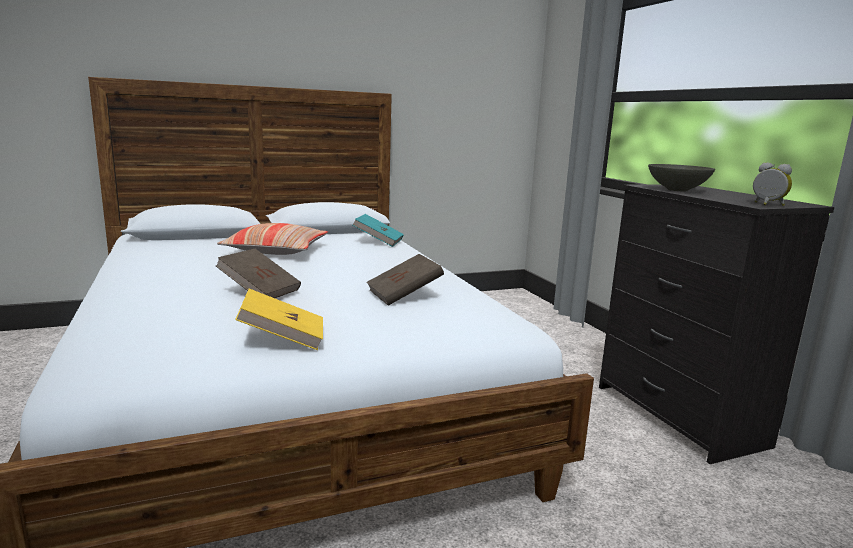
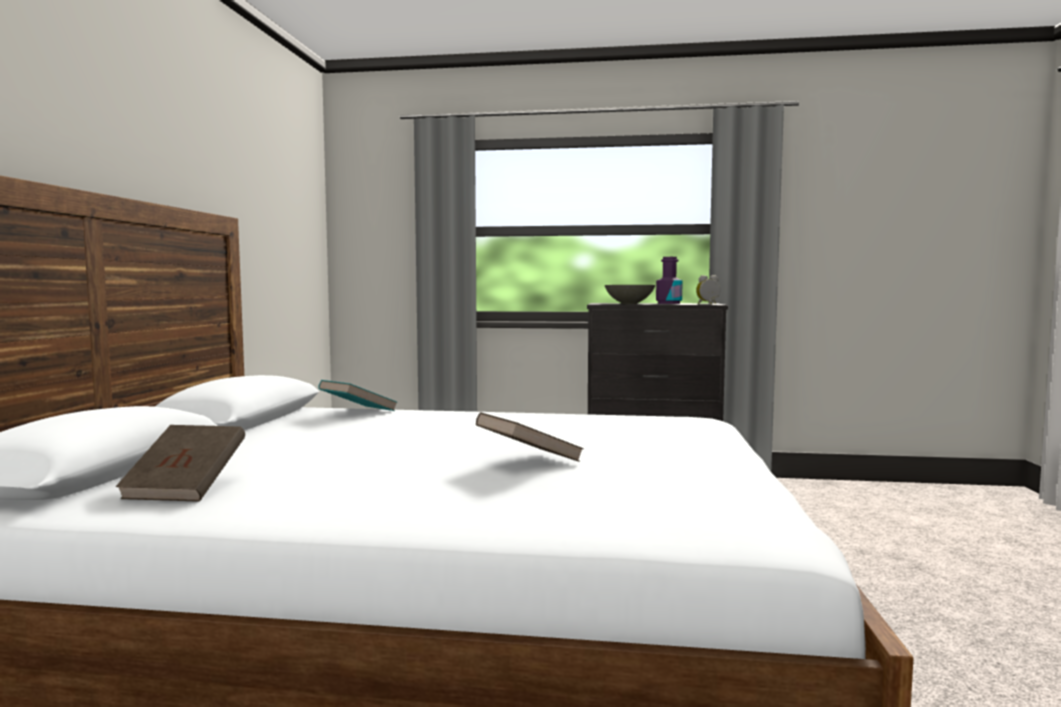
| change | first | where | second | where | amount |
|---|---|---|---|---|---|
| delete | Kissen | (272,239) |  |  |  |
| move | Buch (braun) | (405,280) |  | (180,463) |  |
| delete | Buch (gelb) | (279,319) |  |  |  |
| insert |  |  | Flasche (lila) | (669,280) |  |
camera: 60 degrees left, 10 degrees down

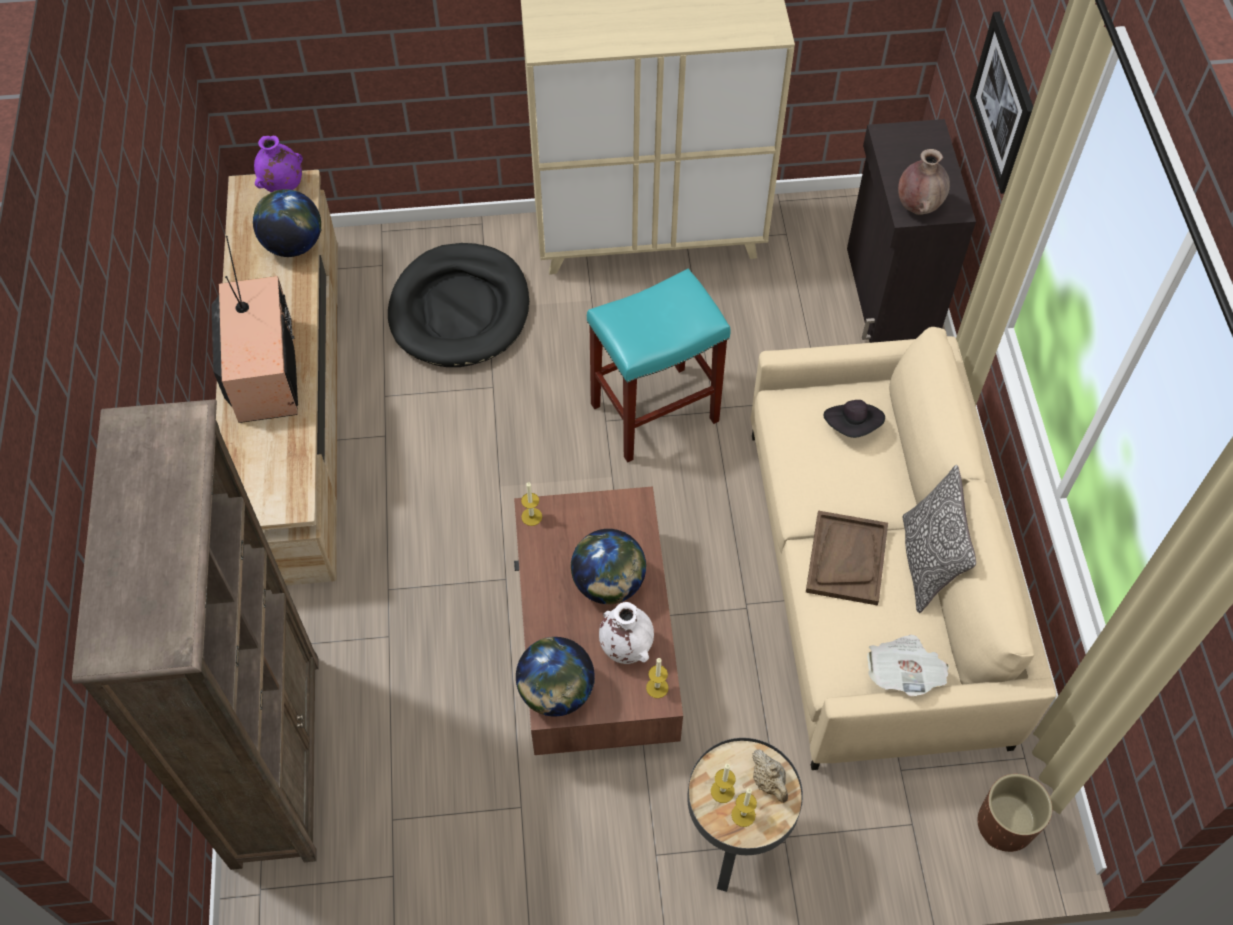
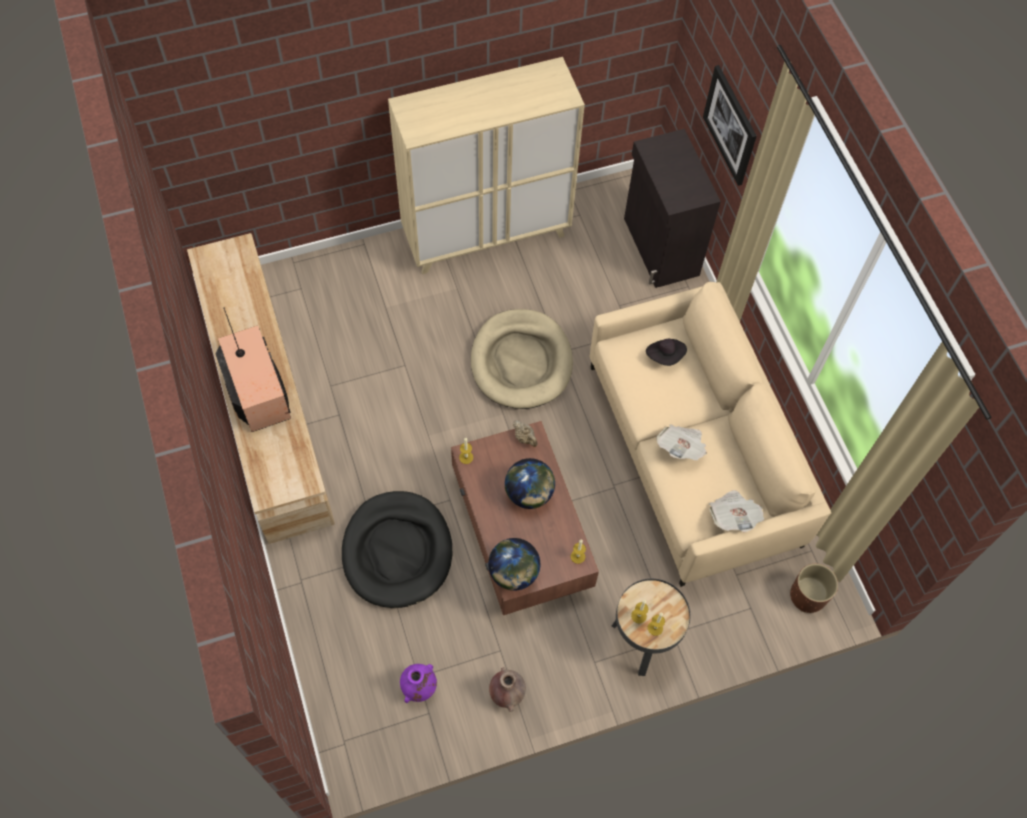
| change | first | where | second | where | amount |
|---|---|---|---|---|---|
| move | Vase (lila) | (278,164) |  | (418,683) |  |
| move | Vase (braun) | (924,182) |  | (507,689) |  |
| delete | Globus | (287,223) |  |  |  |
| move | Hundebett (schwarz) | (458,305) |  | (397,549) |  |
| replace | Hocker (türkis) | (659,365) | Hundebett (beige) | (522,359) |  |
| delete | Bücherregal (braun) | (195,635) |  |  |  |
| delete | Kissen | (939,539) |  |  |  |
| replace | Tablett (braun) | (847,558) | Zeitung | (681,442) |  |
| delete | Vase (weiß) | (626,633) |  |  |  |
| move | Teekanne (beige) | (770,776) |  | (525,433) |  |
camera: 15 degrees left, 5 degrees up

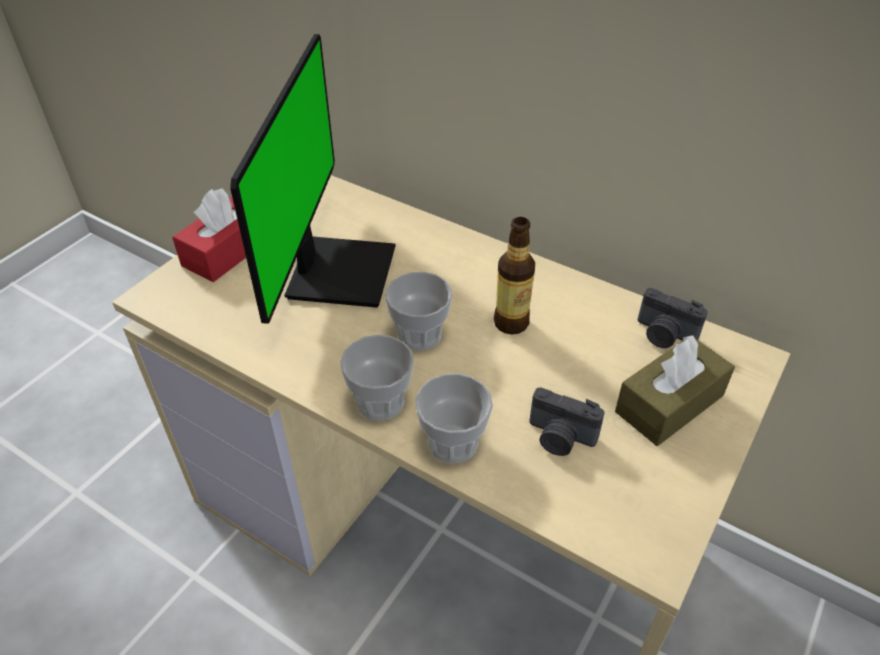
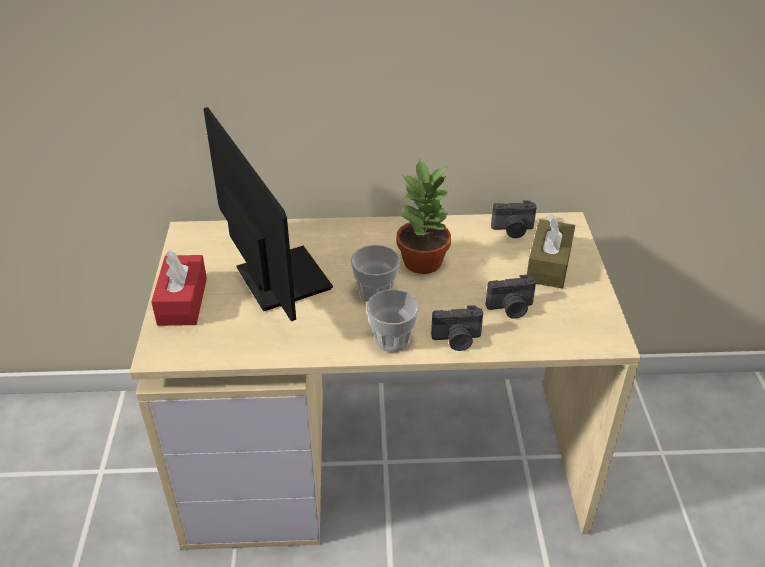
| change | first | where | second | where | amount |
|---|---|---|---|---|---|
| replace | Flasche | (514,276) | Topfpflanze | (423,216) |  |
| replace | Tasse | (454,418) | Kamera | (457,328) |  |
camera: 35 degrees left, 5 degrees down

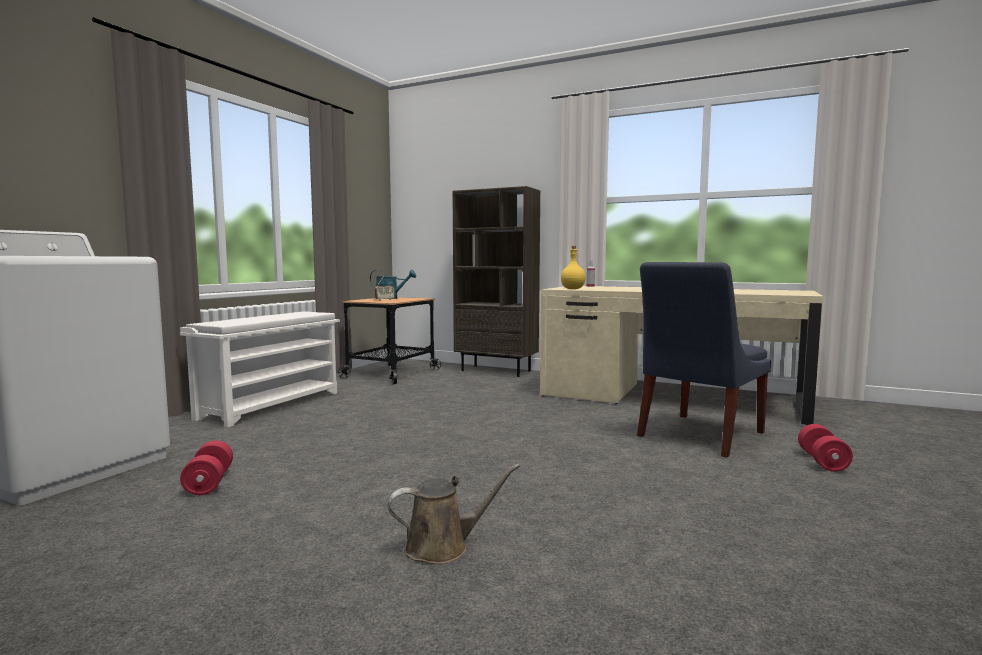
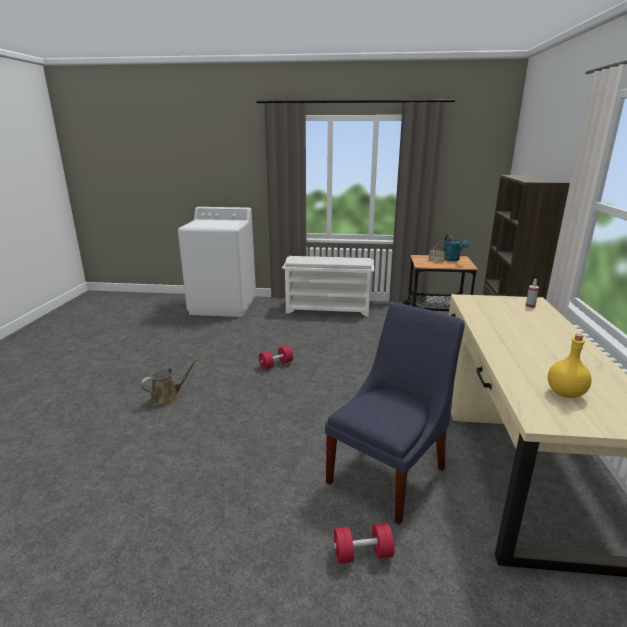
| change | first | where | second | where | amount |
|---|---|---|---|---|---|
| move | Flasche (gelb) | (573,267) |  | (570,366) |  |
| rotate | Stuhl (blau) | (704,360) |  | (395,414) | 105 degrees clockwise |
| move | Hantel (rot) | (206,468) |  | (276,357) |  |
| rotate | Gießkanne (braun) | (454,514) |  | (169,382) | 90 degrees counterclockwise |
camera: 70 degrees right, 15 degrees up

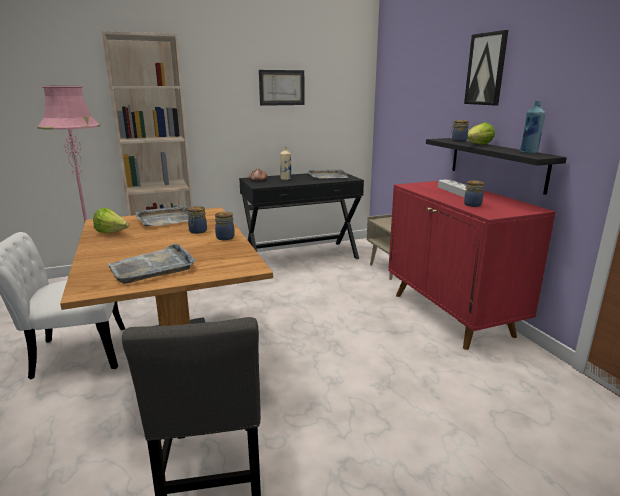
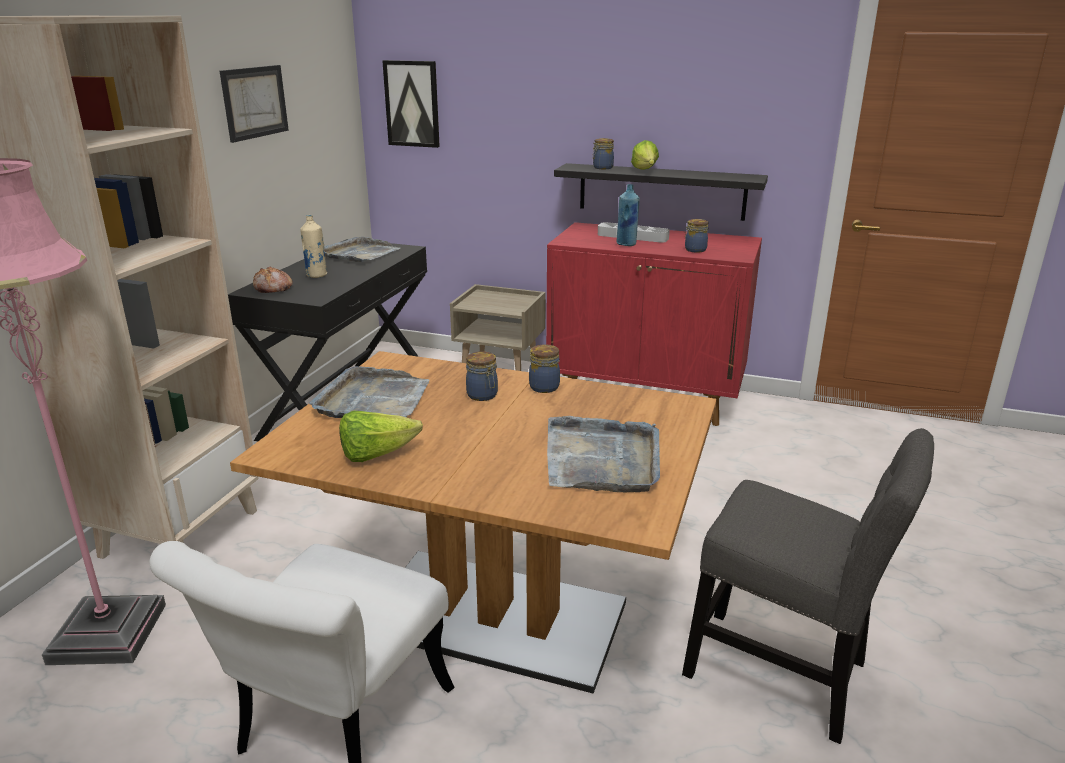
| change | first | where | second | where | amount |
|---|---|---|---|---|---|
| move | Bild | (486,68) |  | (411,104) |  |
| move | Flasche (blau) | (532,127) |  | (628,215) |  |
camera: 50 degrees left, 5 degrees up

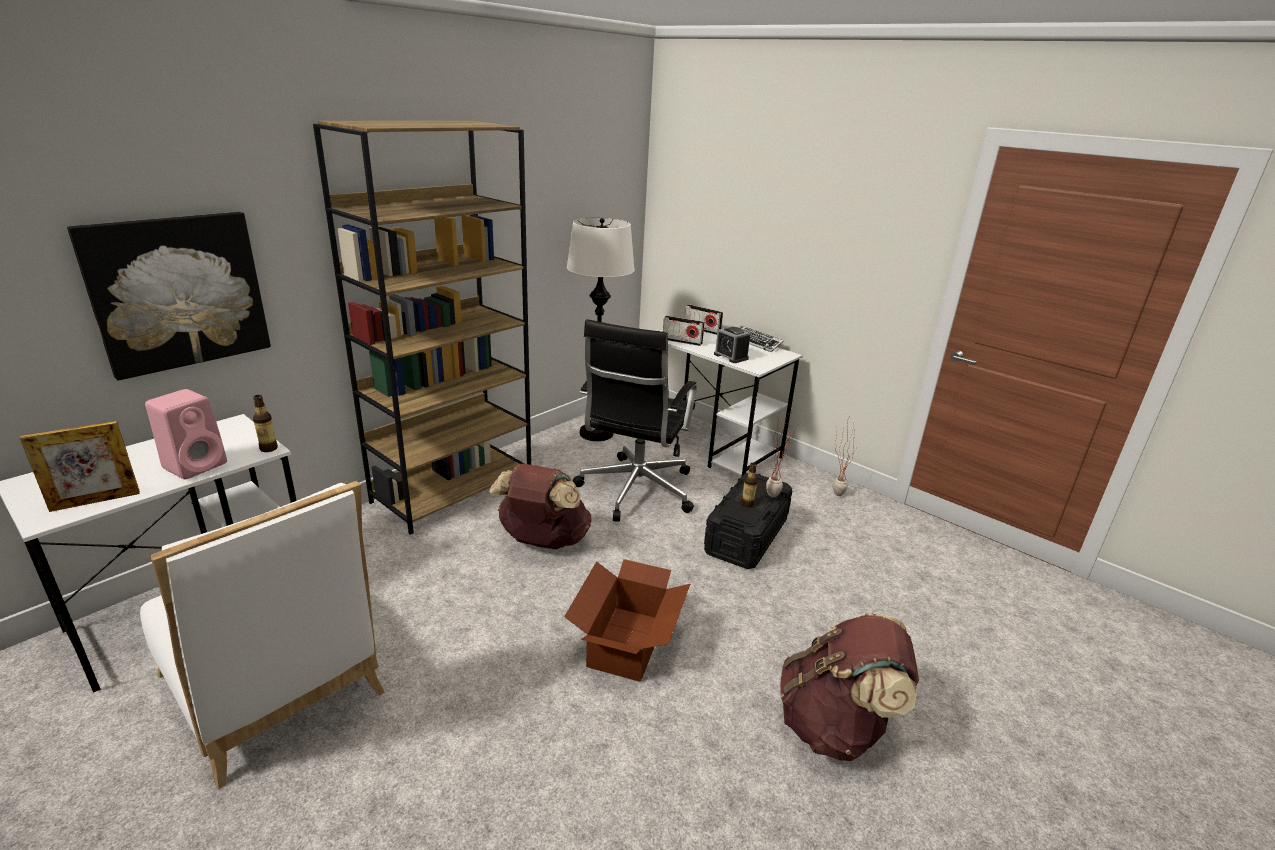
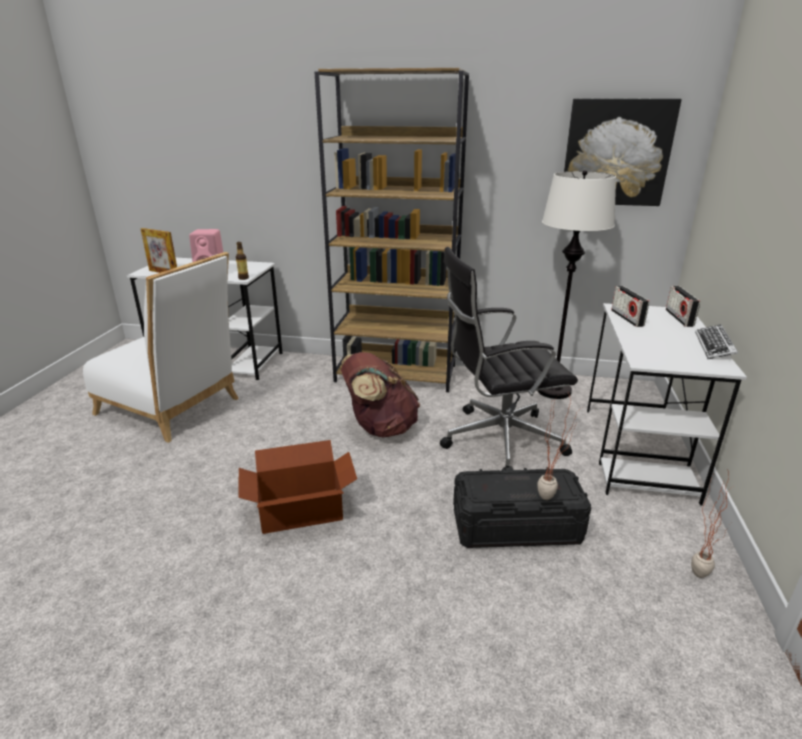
| change | first | where | second | where | amount |
|---|---|---|---|---|---|
| move | Bild | (169,296) |  | (623,152) |  |
| delete | Wecker | (732,344) |  |  |  |
| delete | Flasche | (749,485) |  |  |  |
| rotate | Stuhl (weiß) | (262,635) |  | (161,347) | 75 degrees counterclockwise |
| delete | Rucksack (braun) | (849,686) |  |  |  |
camera: 60 degrees right, 0 degrees up

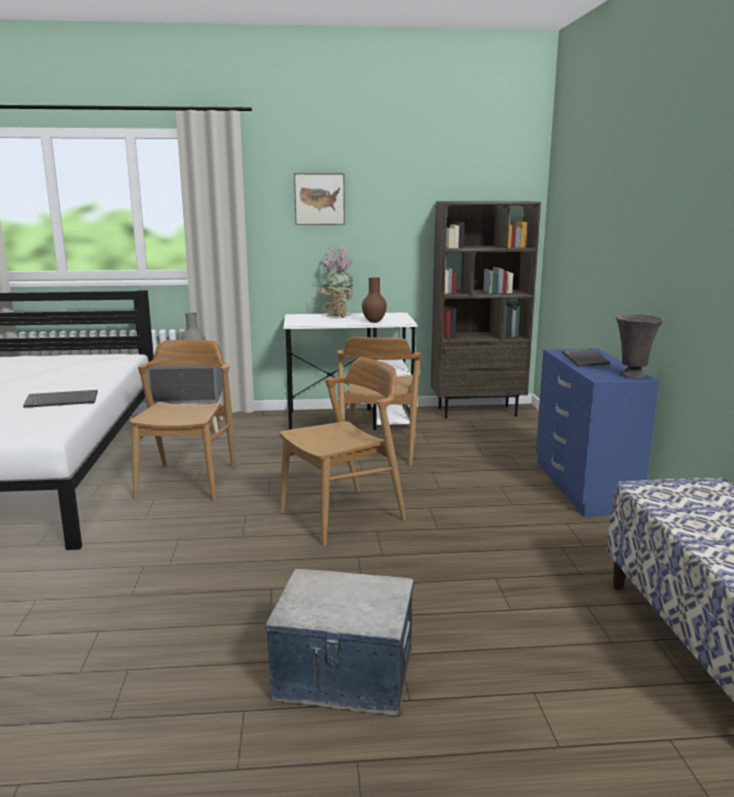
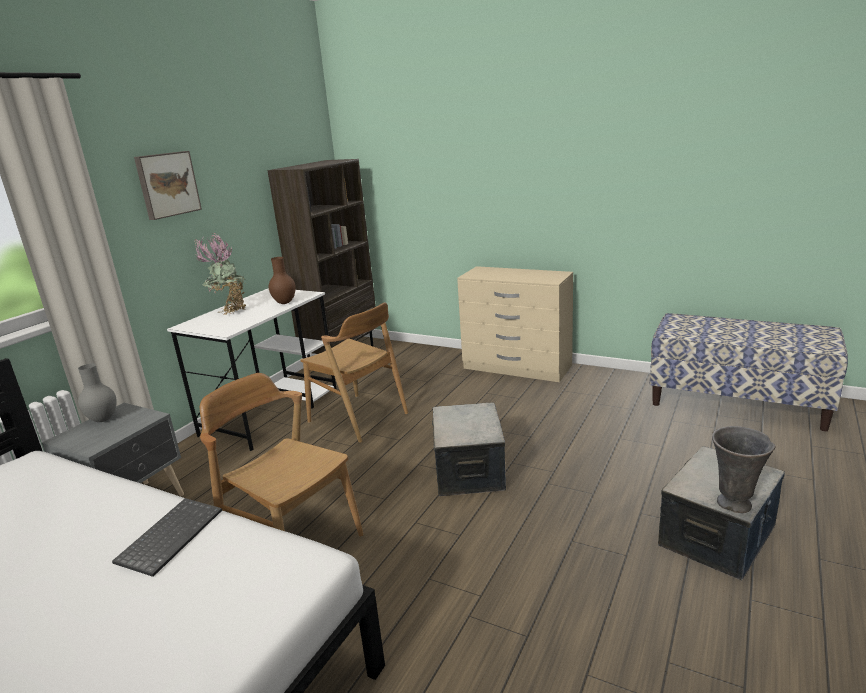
| change | first | where | second | where | amount |
|---|---|---|---|---|---|
| move | Vase (grau) | (639,346) |  | (744,469) |  |
| recolor | Kommode (blau) | (597,432) | Kommode (beige) | (515,324) |  |
| delete | Tastatur | (586,357) |  |  |  |
| replace | Stuhl (braun) | (343,451) | Aufbewahrungsbox | (469,449) |  |
camera: 55 degrees left, 5 degrees up

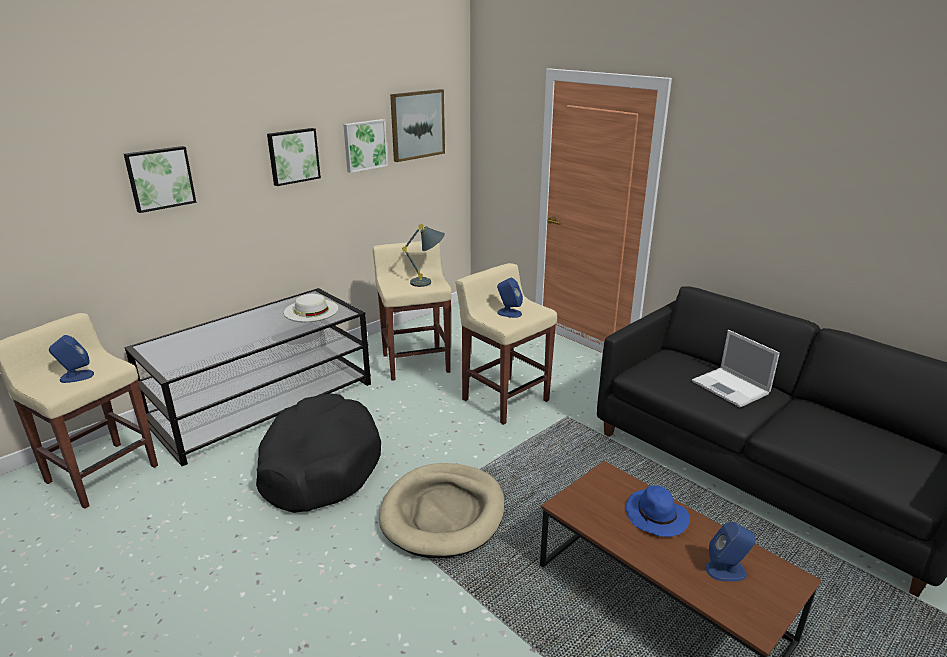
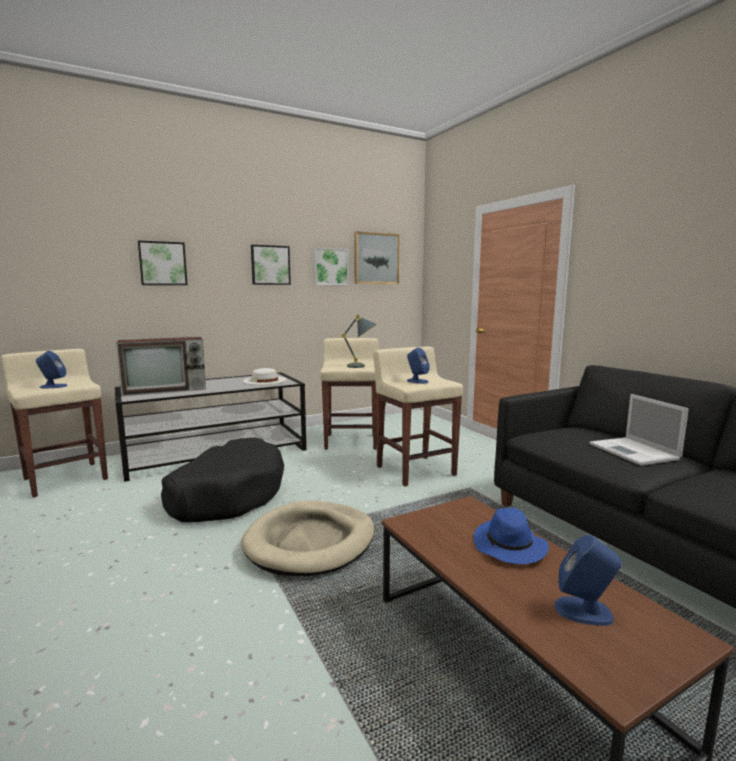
| change | first | where | second | where | amount |
|---|---|---|---|---|---|
| insert |  |  | Fernseher | (161,366) |  |
camera: 15 degrees right, 15 degrees down

